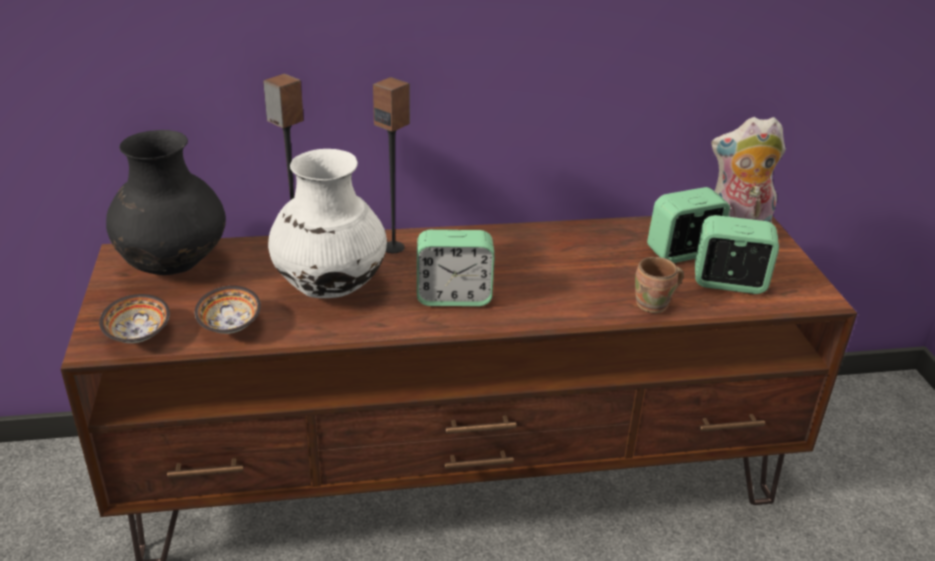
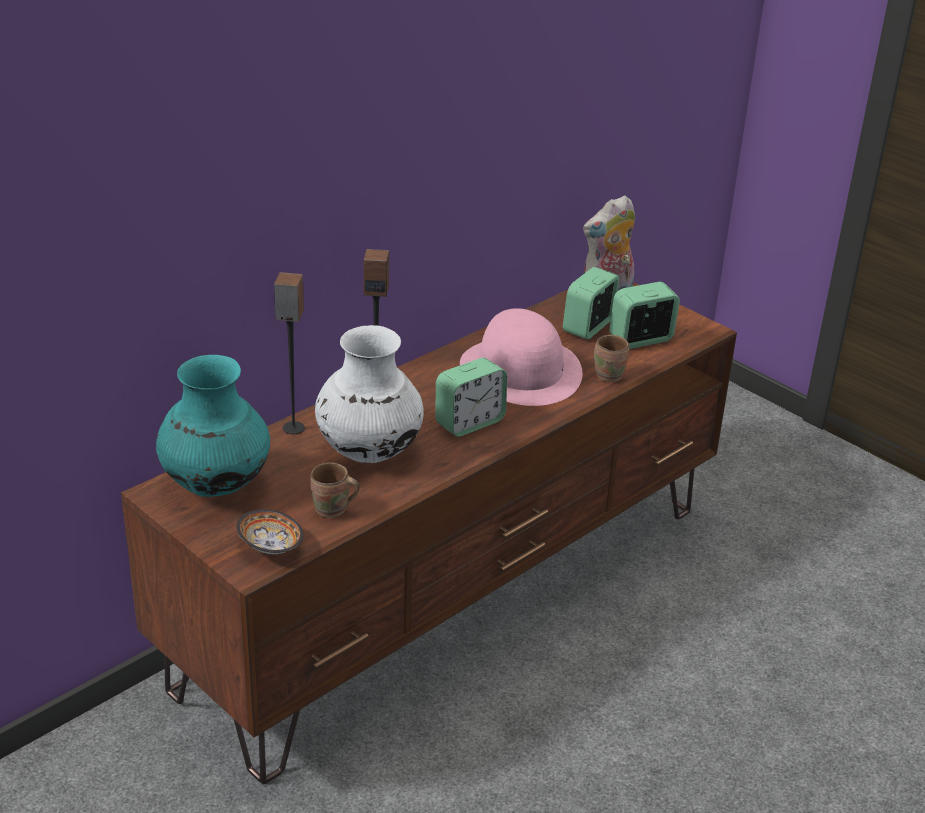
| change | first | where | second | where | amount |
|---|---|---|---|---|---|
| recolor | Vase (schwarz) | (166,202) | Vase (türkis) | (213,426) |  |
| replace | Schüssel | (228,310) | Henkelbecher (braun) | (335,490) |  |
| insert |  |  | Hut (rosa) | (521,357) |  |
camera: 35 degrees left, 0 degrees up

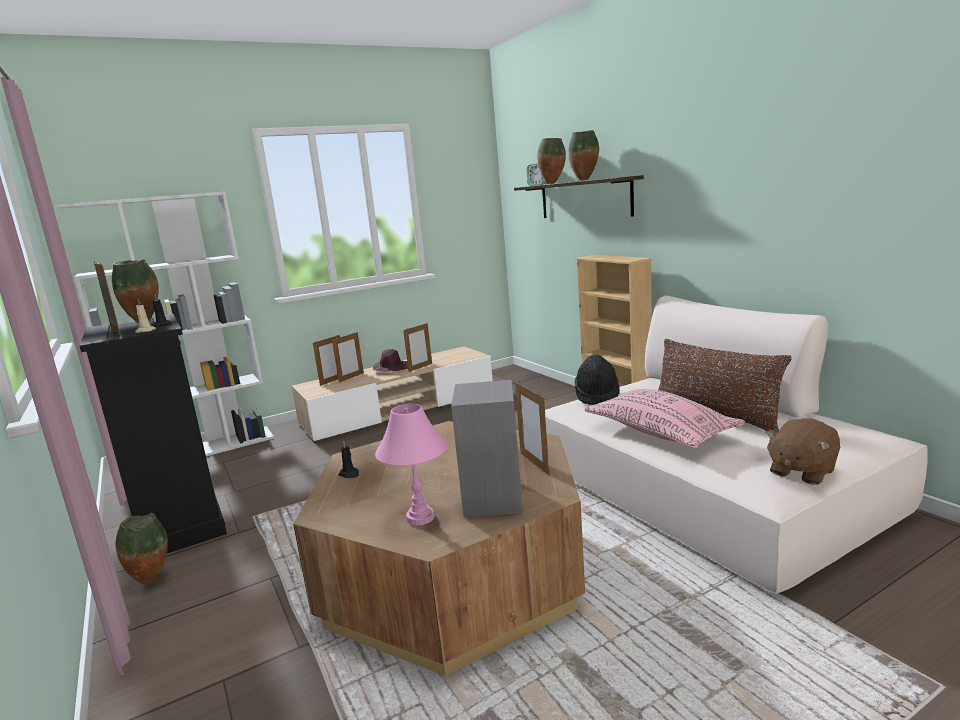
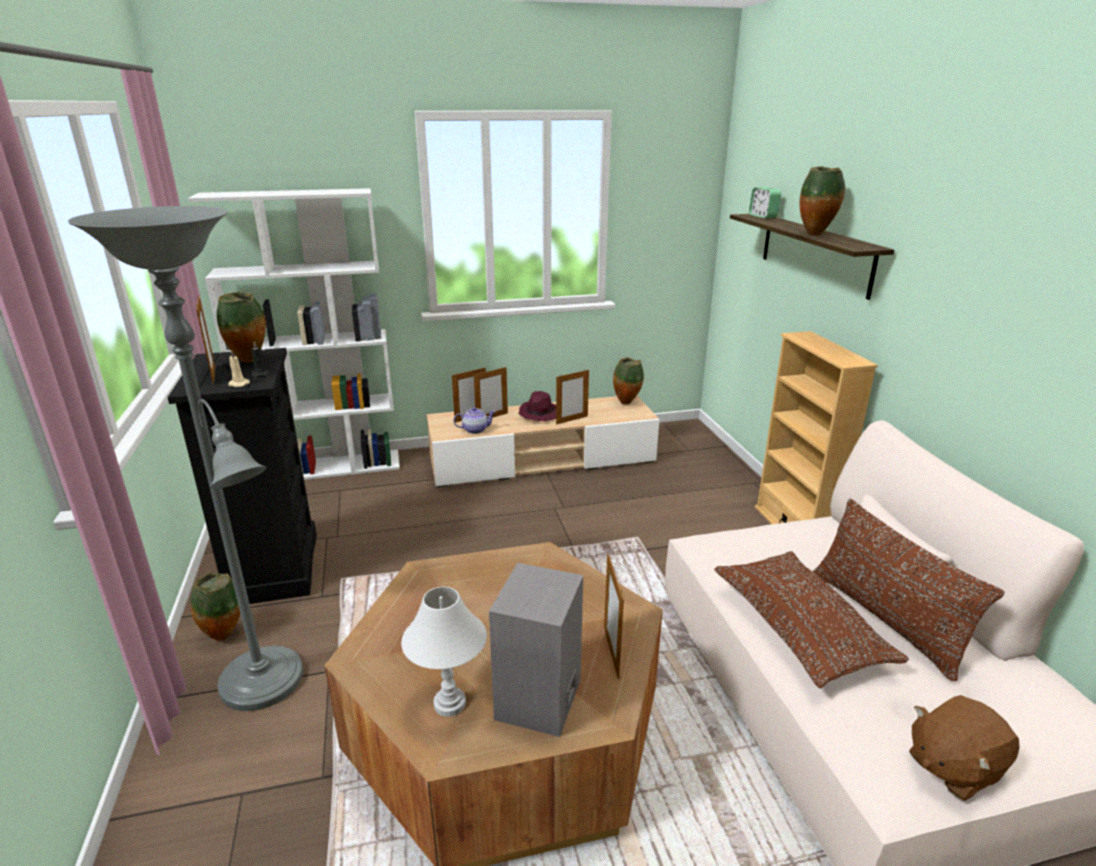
| change | first | where | second | where | amount |
|---|---|---|---|---|---|
| move | Vase | (551,161) |  | (628,381) |  |
| delete | Hut (schwarz) | (597,379) |  |  |  |
| recolor | Kissen (rosa) | (664,419) | Kissen (braun) | (811,619) |  |
| recolor | Tischlampe (rosa) | (411,464) | Tischlampe (weiß) | (444,652) |  |
| delete | Kerze (schwarz) | (348,459) |  |  |  |
| insert |  |  | Stehlampe (grau) | (185,458) |  |
| insert |  |  | Teekanne | (474,420) |  |
camera: 15 degrees right, 10 degrees up

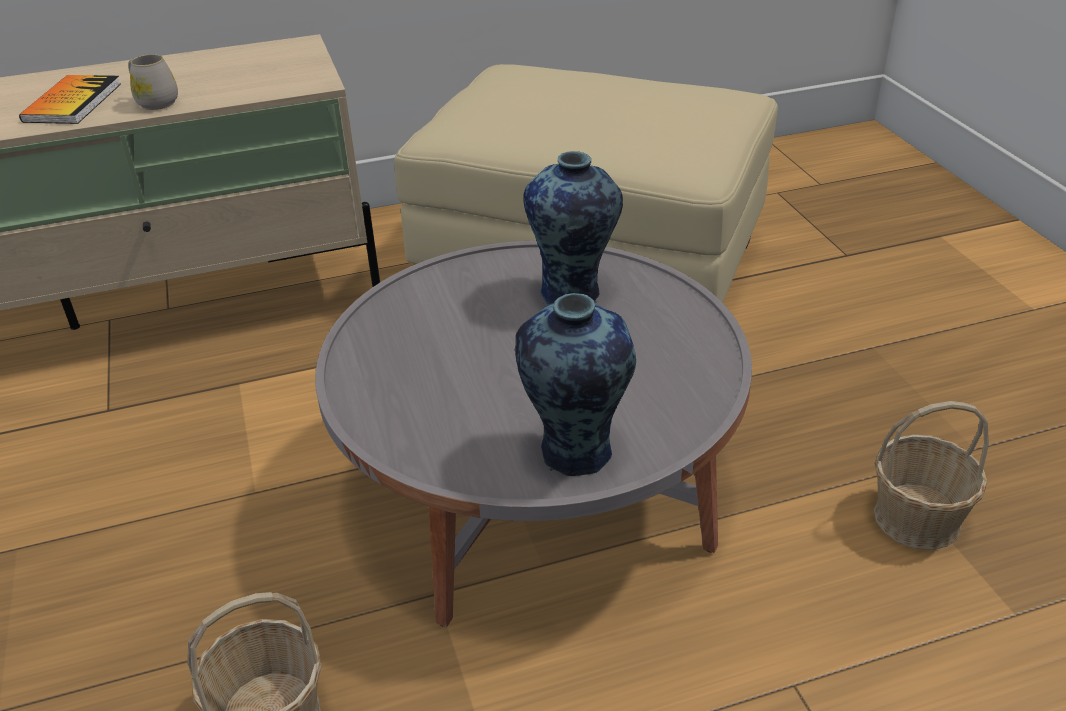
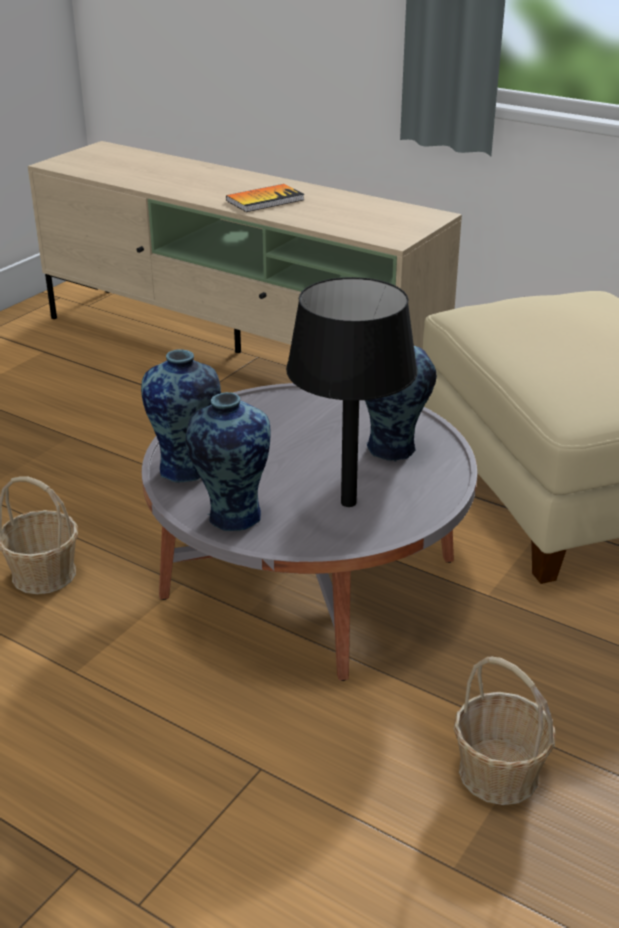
| change | first | where | second | where | amount |
|---|---|---|---|---|---|
| delete | Henkelbecher (weiß) | (153,82) |  |  |  |
| insert |  |  | Tischlampe (schwarz) | (352,392) |  |
| insert |  |  | Vase | (181,416) |  |
camera: 50 degrees right, 5 degrees down

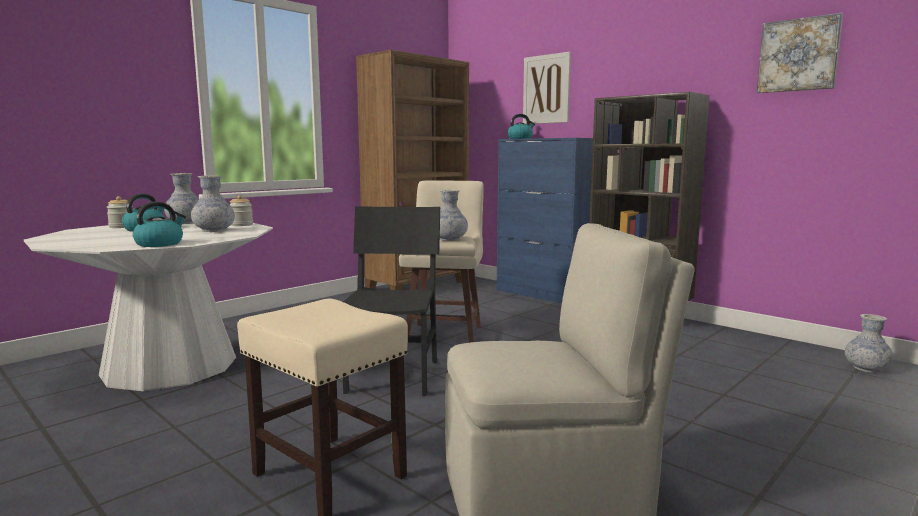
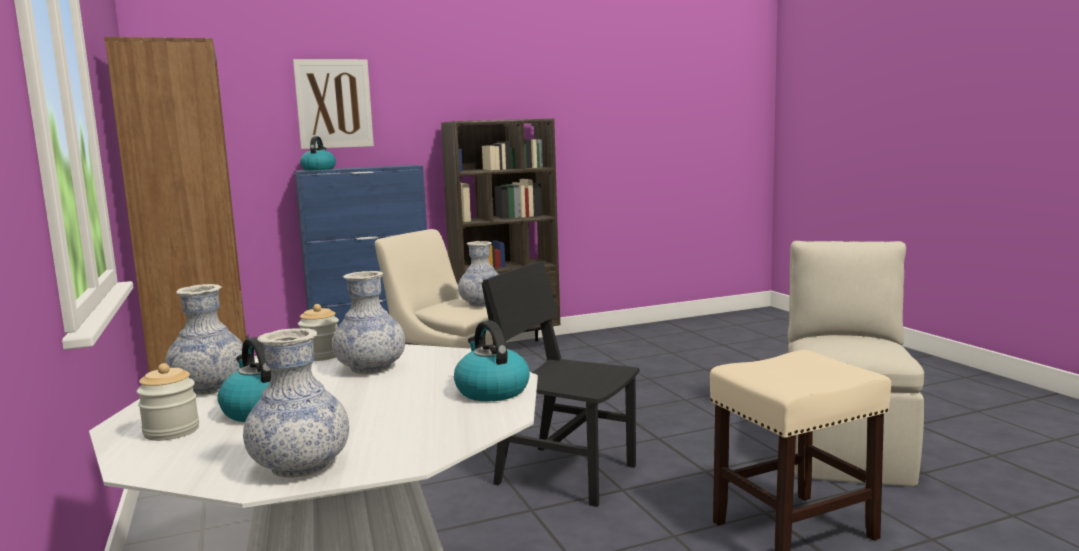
| change | first | where | second | where | amount |
|---|---|---|---|---|---|
| delete | Bild | (800,52) |  |  |  |
| move | Vase | (869,343) |  | (296,403) |  |
camera: 65 degrees left, 0 degrees up

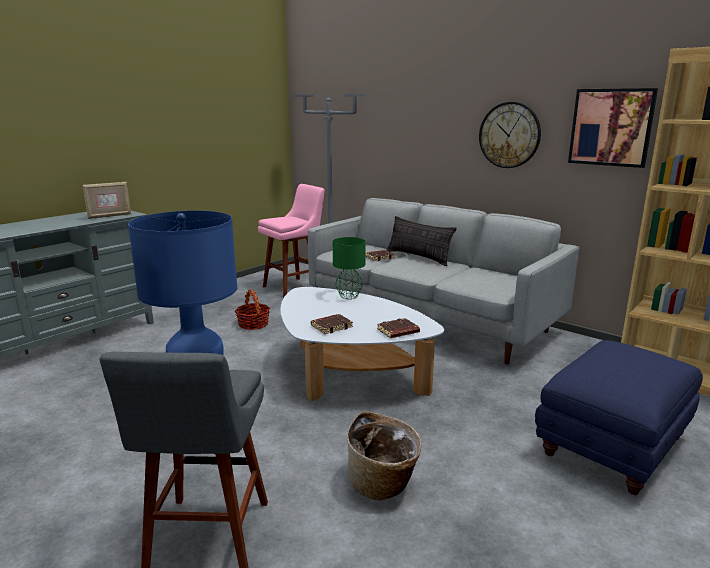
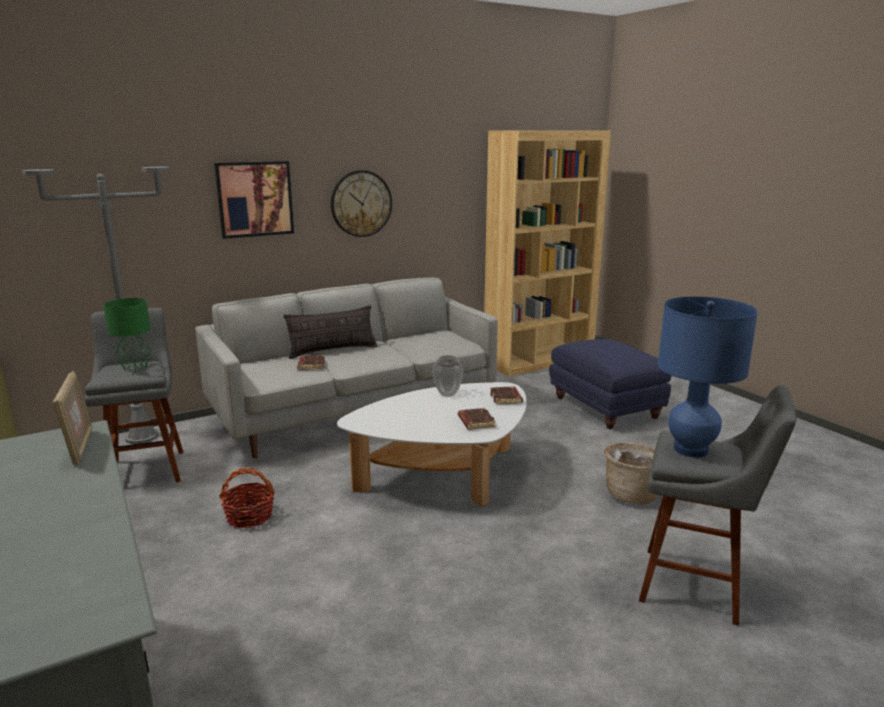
| change | first | where | second | where | amount |
|---|---|---|---|---|---|
| move | Bild | (613,128) |  | (254,200) |  |
| recolor | Hocker (rosa) | (291,241) | Hocker (grau) | (134,395) |  |
| move | Tischlampe (grün) | (349,268) |  | (127,335) |  |
| insert |  |  | Vase | (448,376) |  |
camera: 70 degrees left, 0 degrees up

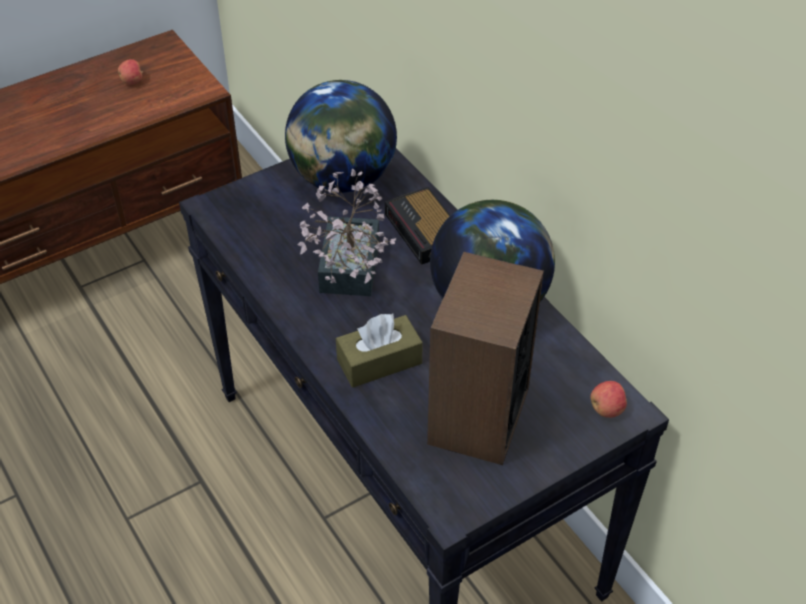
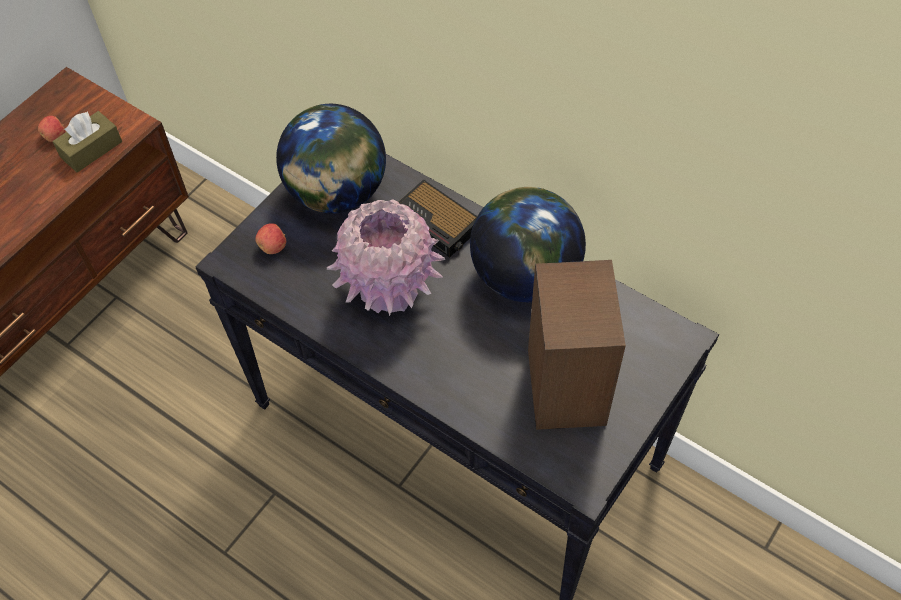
| change | first | where | second | where | amount |
|---|---|---|---|---|---|
| replace | Topfpflanze | (347,232) | Vase (rosa) | (386,257) |  |
| move | Taschentuchbox (braun) | (379,350) |  | (87,142) |  |
| move | Apfel | (608,399) |  | (270,238) |  |
camera: 20 degrees left, 10 degrees up

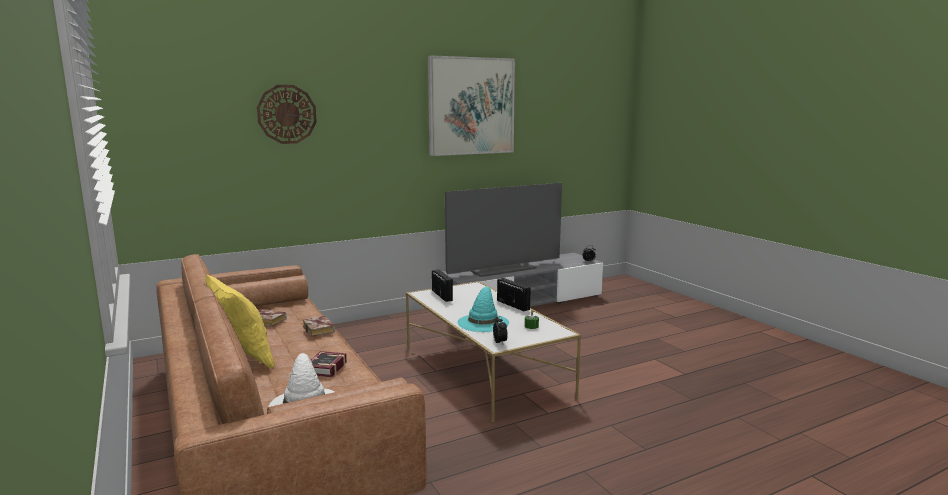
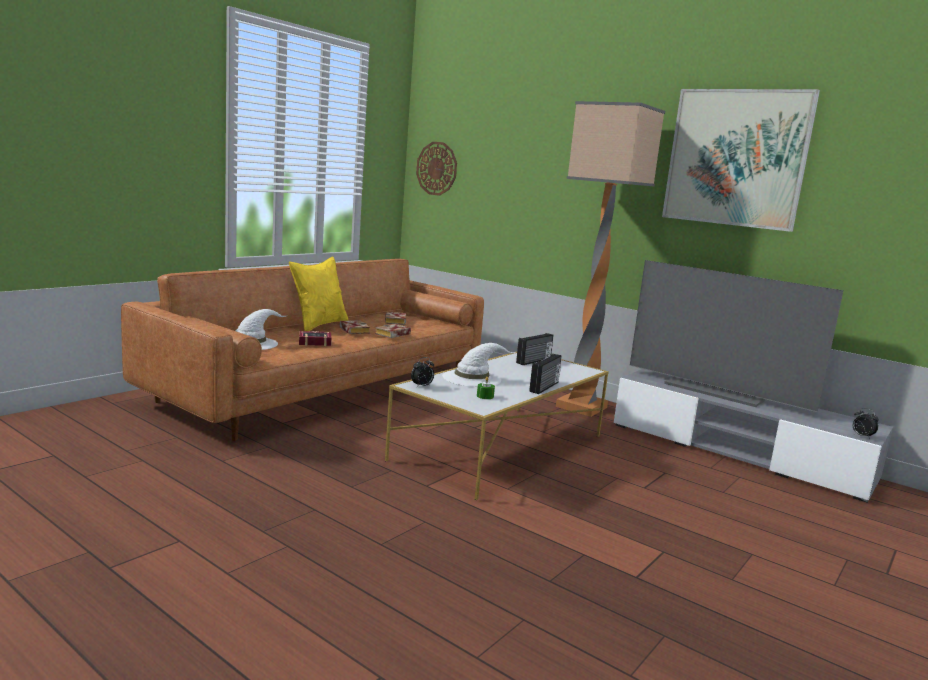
| change | first | where | second | where | amount |
|---|---|---|---|---|---|
| move | Wanduhr | (287,114) |  | (436,169) |  |
| recolor | Hut (türkis) | (483,309) | Hut (weiß) | (478,365) |  |
| insert |  |  | Stehlampe | (610,259) |  |
| insert |  |  | Buch | (355,327) |  |
camera: 65 degrees right, 0 degrees up

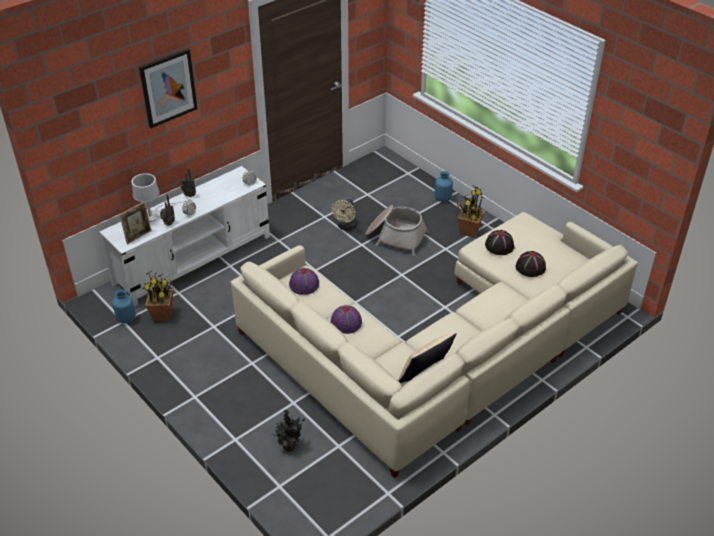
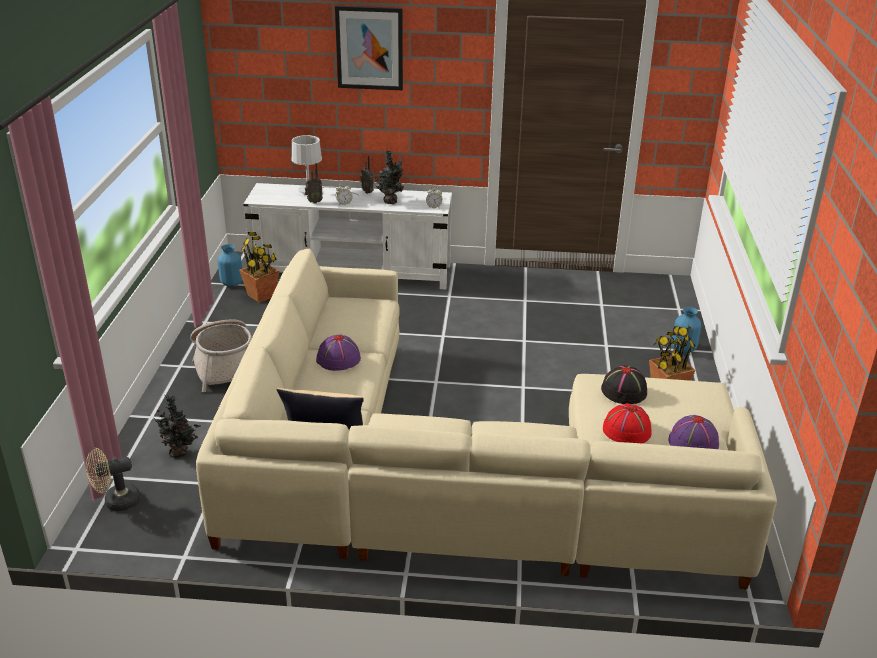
| change | first | where | second | where | amount |
|---|---|---|---|---|---|
| move | Ventilator (beige) | (344,215) |  | (113,479) |  |
| delete | Bilderrahmen | (135,223) |  |  |  |
| move | Korb | (396,230) |  | (221,356) |  |
| recolor | Hut (schwarz) | (530,264) | Hut (rot) | (627,423) |  |
| move | Hut (lila) | (304,281) |  | (694,432) |  |
| insert |  |  | Topfpflanze | (389,177) |  |
camera: 45 degrees right, 10 degrees down

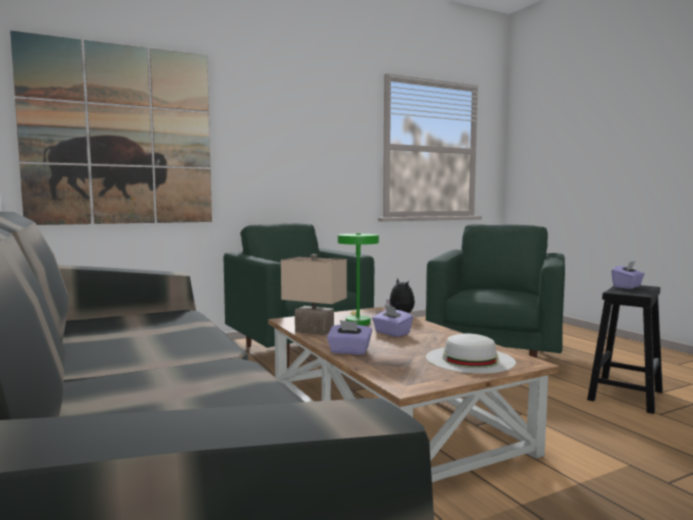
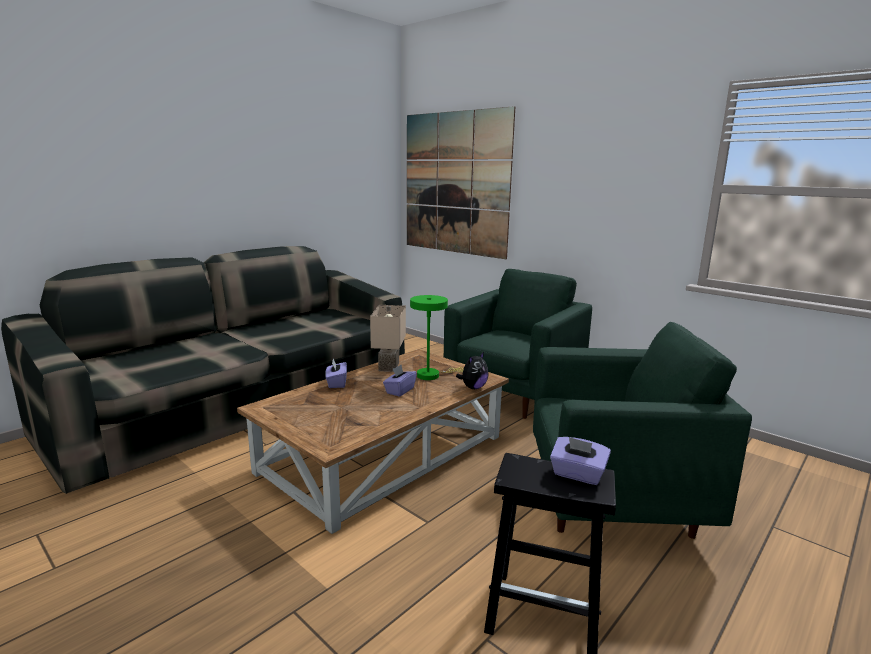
| change | first | where | second | where | amount |
|---|---|---|---|---|---|
| delete | Hut (weiß) | (471,353) |  |  |  |
camera: 70 degrees right, 10 degrees up

